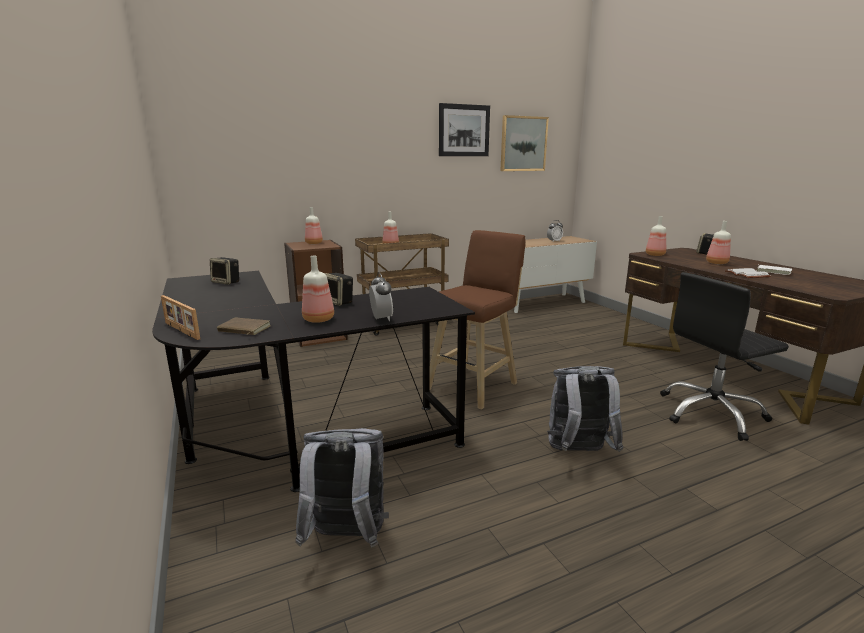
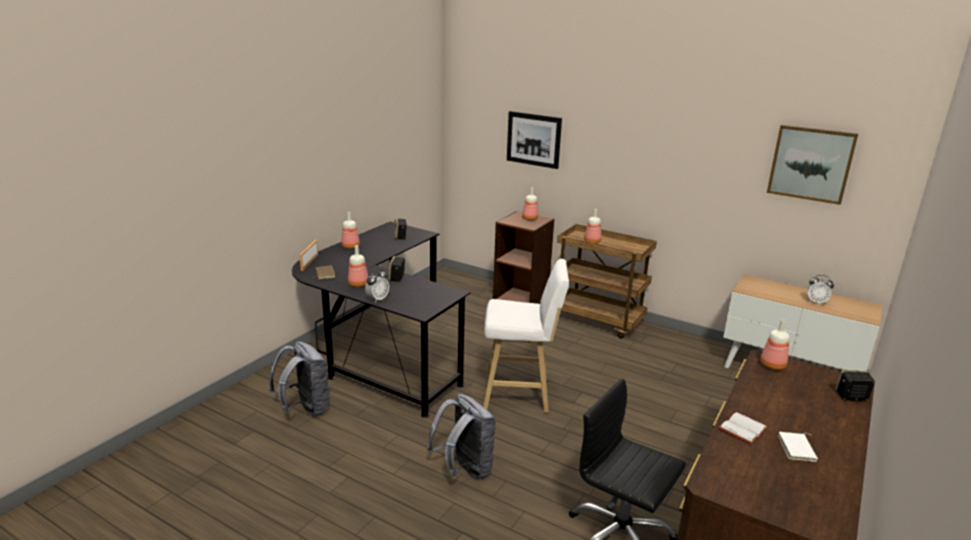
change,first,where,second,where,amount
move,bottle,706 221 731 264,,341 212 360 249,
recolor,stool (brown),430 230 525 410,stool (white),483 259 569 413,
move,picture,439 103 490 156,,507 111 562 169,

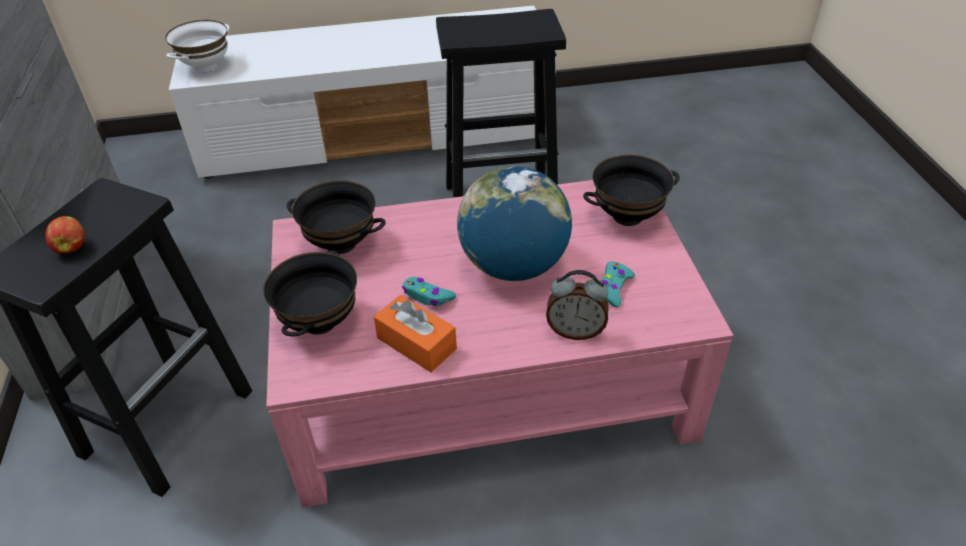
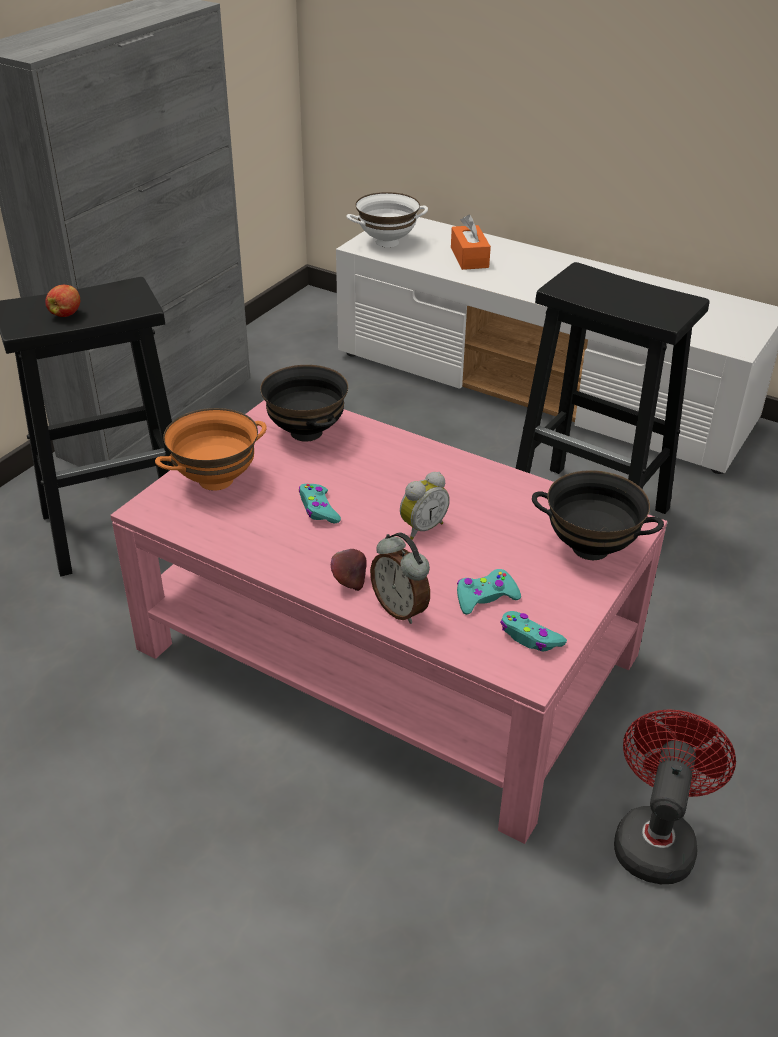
change,first,where,second,where,amount
recolor,bowl (black),263 251 357 337,bowl (orange),155 408 267 491,
insert,,,apple,331 549 367 591,
replace,globe,457 166 572 281,alarm clock,400 472 450 540,
move,tissue box (orange),374 295 457 372,,451 215 491 270,
insert,,,game controller (turquoise),500 611 567 651,
insert,,,fan (red),614 709 736 884,

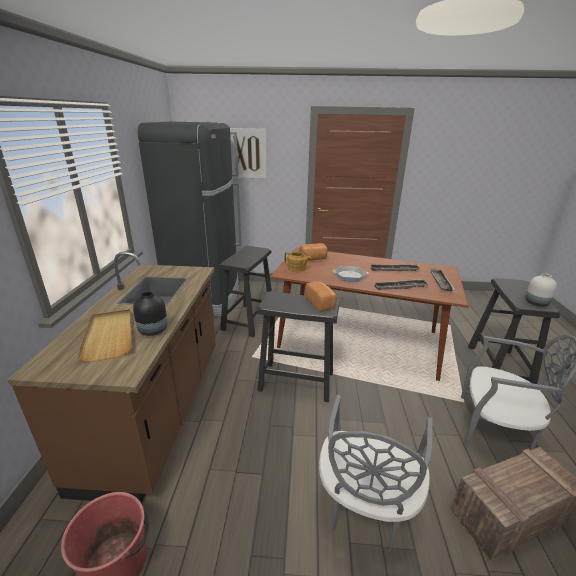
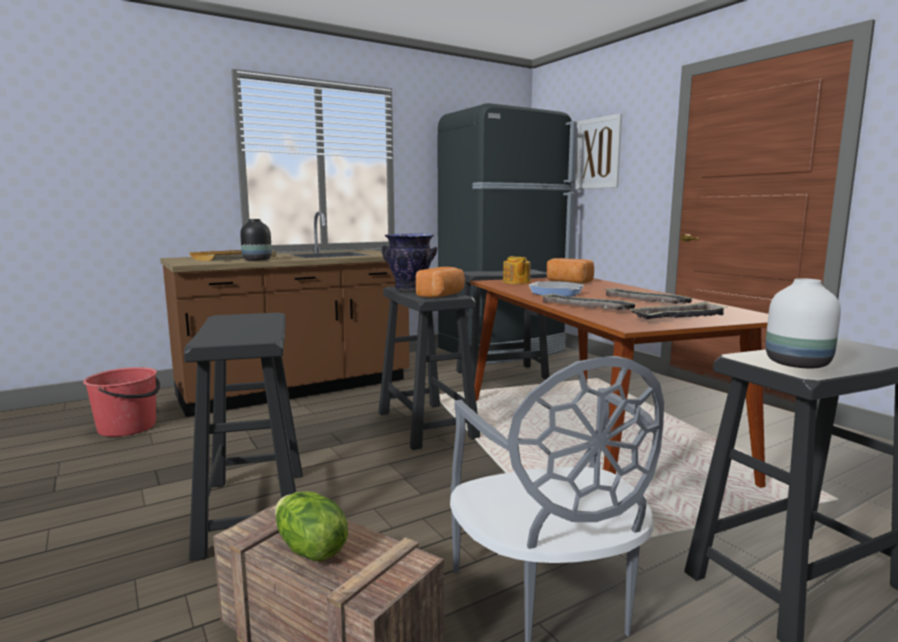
change,first,where,second,where,amount
replace,chair (grey),319 395 433 552,stool (black),184 313 303 561,
insert,,,lettuce,275 491 348 561,
insert,,,vase,382 233 437 291,

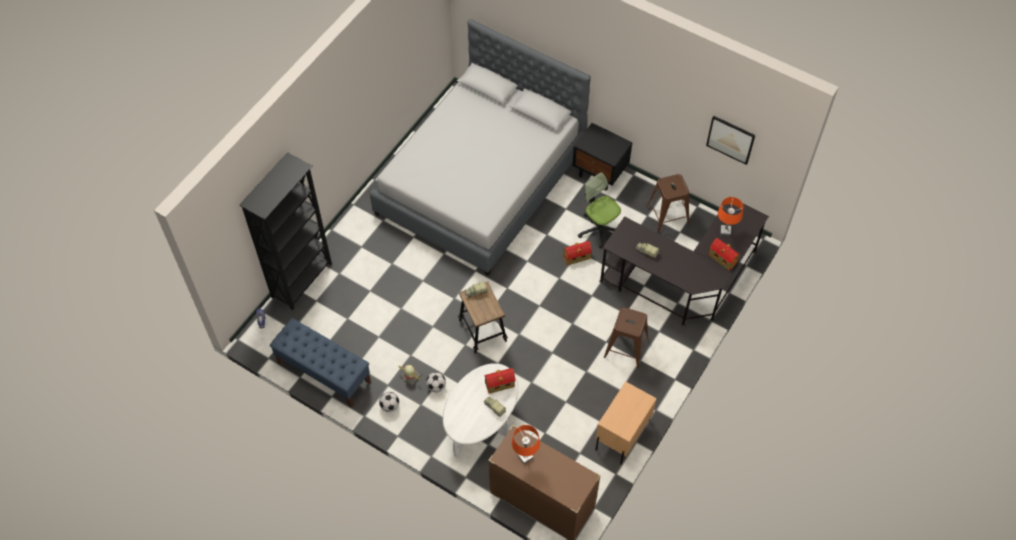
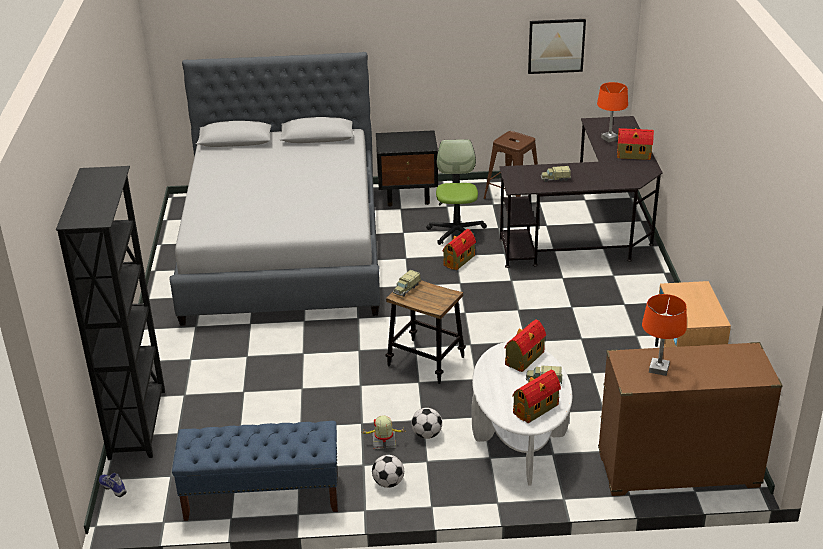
change,first,where,second,where,amount
rotate,office chair,578 172 621 248,,426 139 487 245,75 degrees clockwise
insert,,,toy house,512 369 561 423,
delete,stool (brown),604 307 649 368,,,

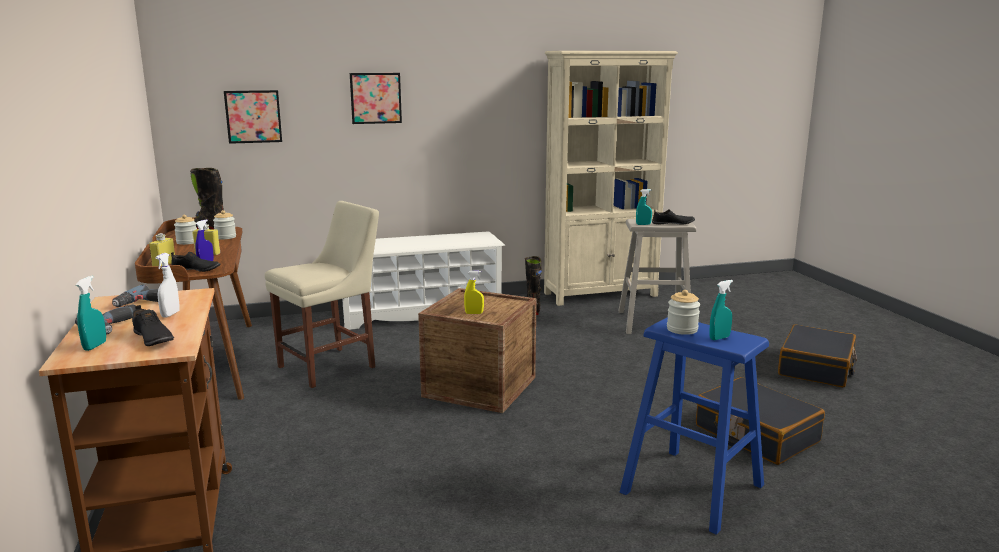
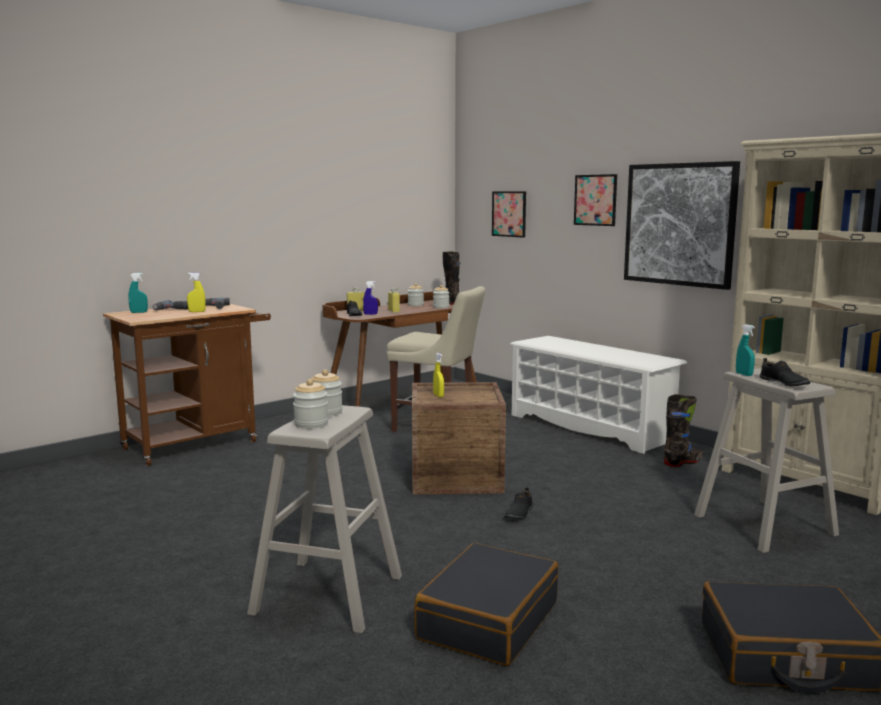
change,first,where,second,where,amount
recolor,spray bottle (white),155 253 180 318,spray bottle (yellow),187 272 206 312,
recolor,stool (blue),620 317 769 535,stool (beige),247 405 402 634,
replace,spray bottle (turquoise),709 280 733 340,jar,293 379 328 429,
move,shoe (black),132 305 174 346,,504 487 533 519,
insert,,,picture,624 161 740 290,

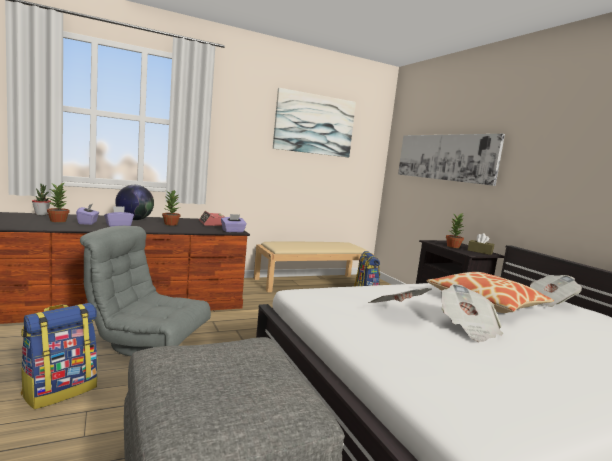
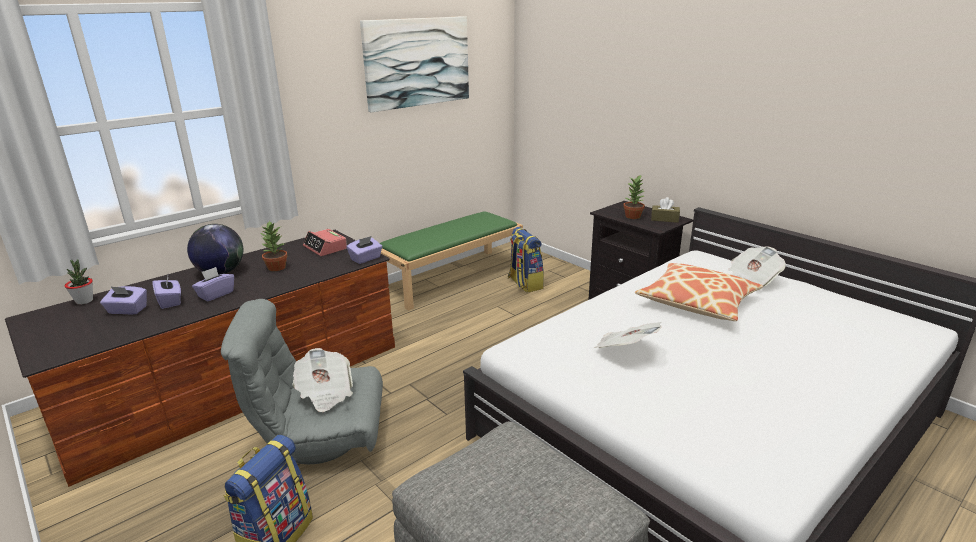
change,first,where,second,where,amount
replace,potted plant,47 183 69 222,tissue box (purple),100 286 147 314,
move,newspaper,441 284 503 342,,292 348 353 412,
recolor,bench (beige),253 241 374 292,bench (green),380 211 523 311,
delete,picture,398 134 505 186,,,

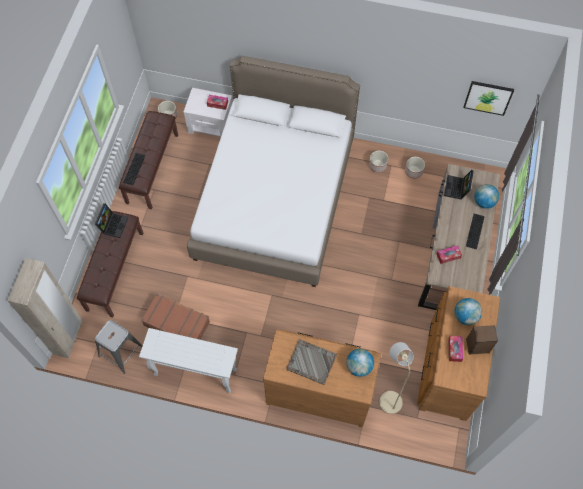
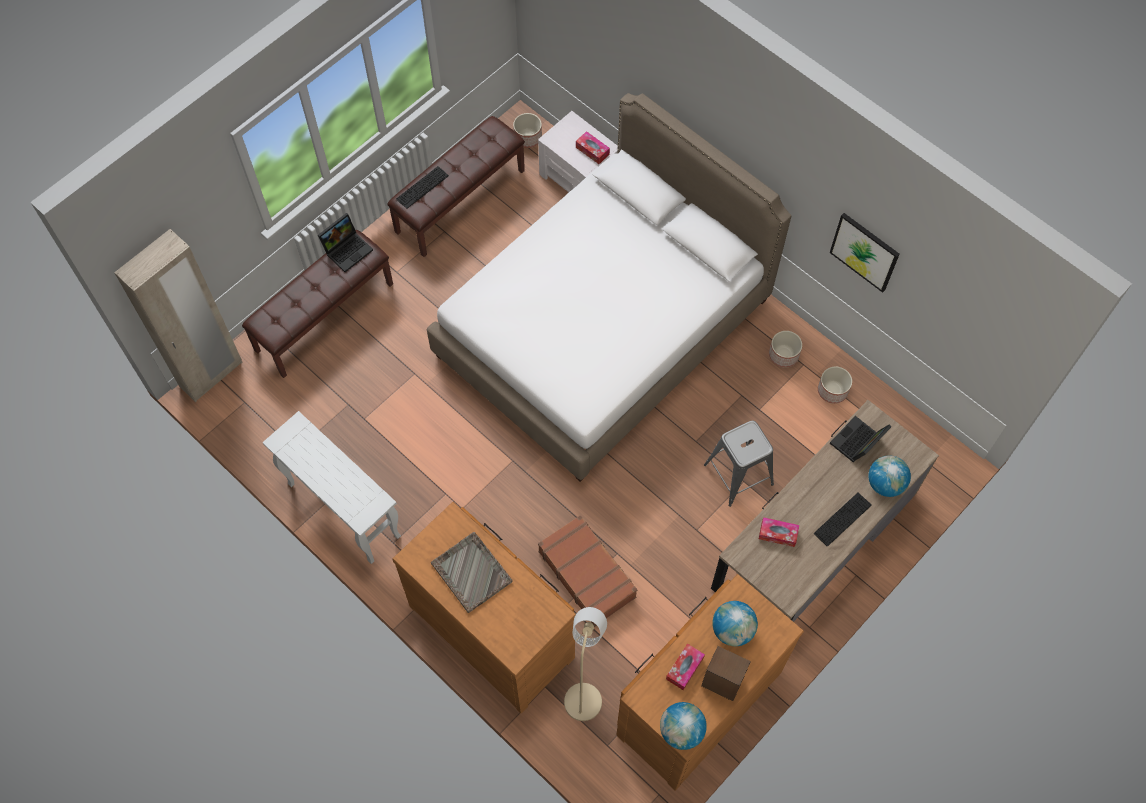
change,first,where,second,where,amount
move,suitcase (brown),141 294 210 340,,538 515 637 627,
move,globe,346 349 374 377,,660 702 707 750,
move,stool (grey),95 320 143 374,,704 420 774 507,
move,picture,463 81 514 116,,830 213 899 293,

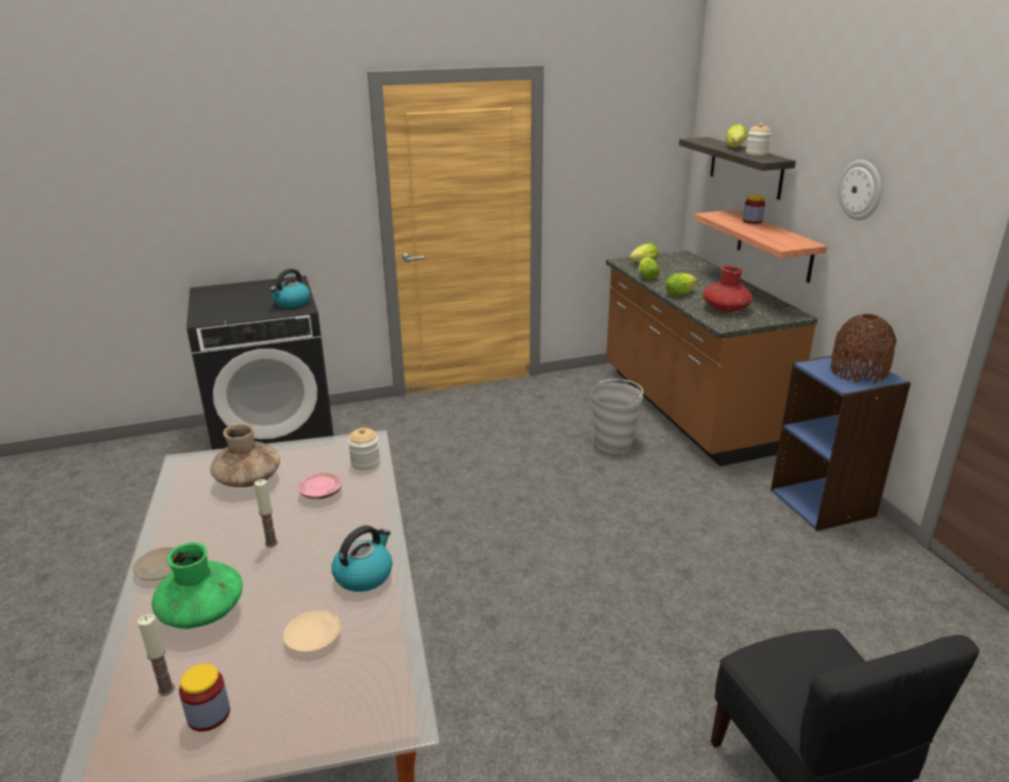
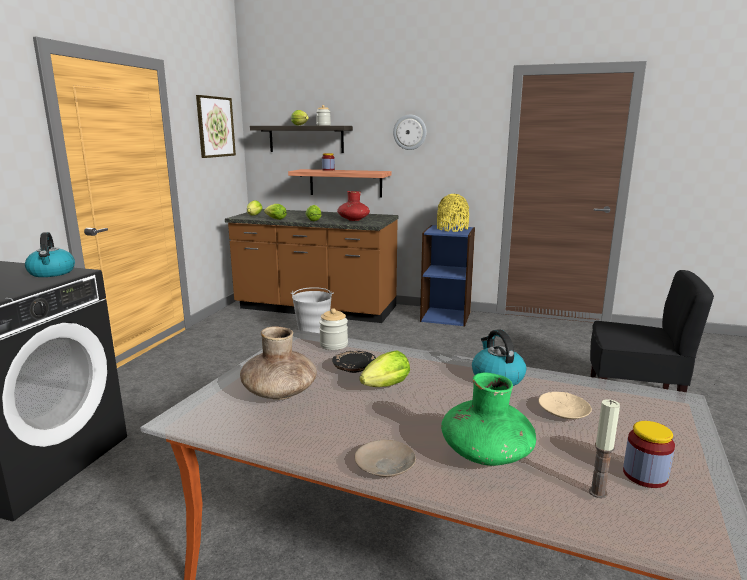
change,first,where,second,where,amount
insert,,,picture,196 95 236 158,
recolor,plate (pink),298 472 343 499,plate (black),332 351 376 373,
insert,,,lettuce,359 350 410 387,
recolor,vase (brown),831 314 896 383,vase (yellow),437 194 469 232,
delete,candle,254 479 278 547,,,

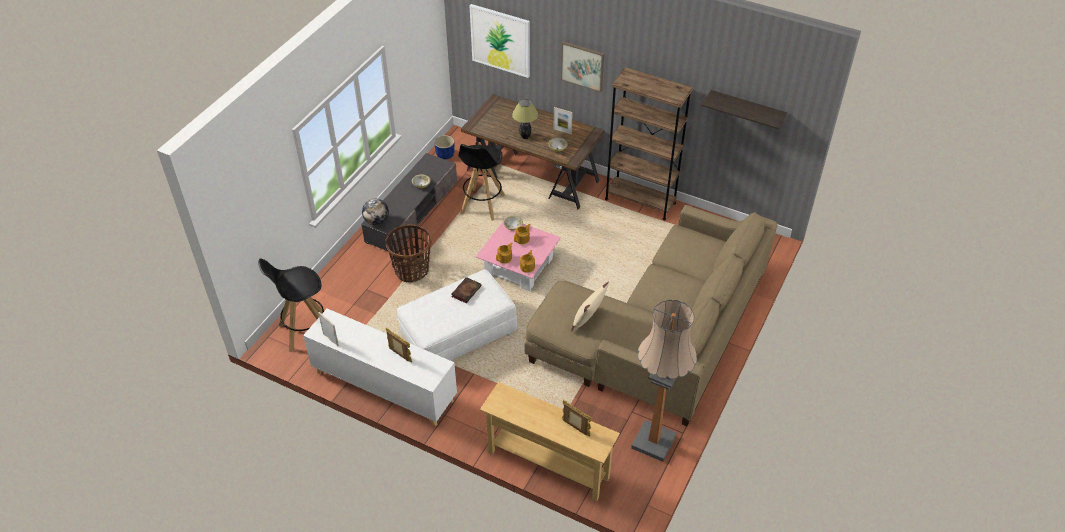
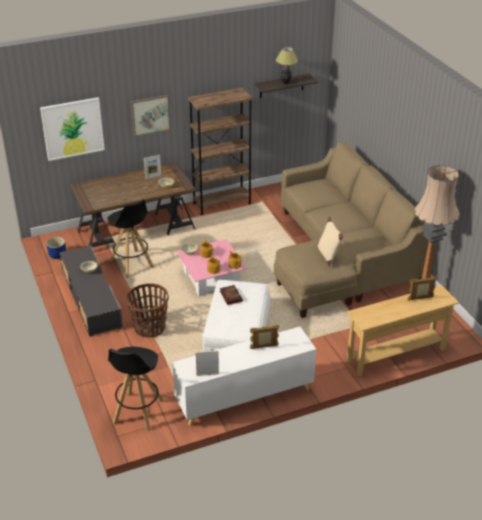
change,first,where,second,where,amount
move,table lamp,512 99 538 139,,276 47 298 84,
delete,globe,362 199 389 225,,,

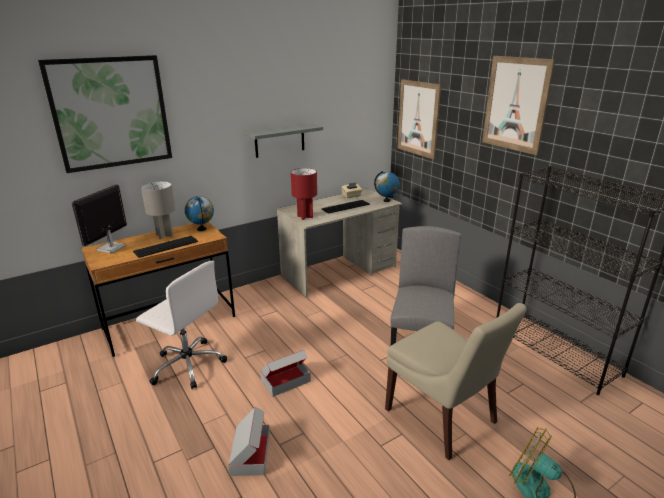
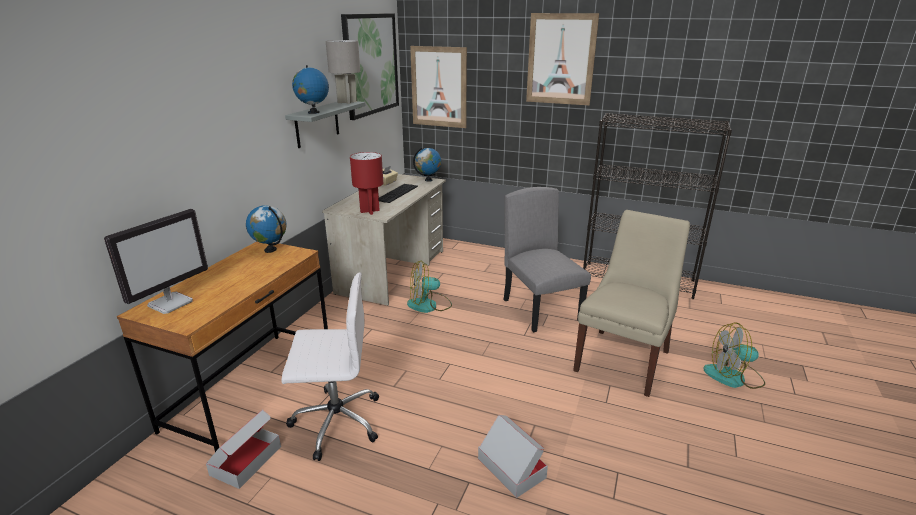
change,first,where,second,where,amount
rotate,monitor,72 185 127 253,,104 209 208 314,135 degrees counterclockwise
move,cardboard box,260 350 311 397,,206 409 281 489,
insert,,,globe,292 65 329 114,
move,table lamp (grey),141 181 175 239,,326 40 360 104,
move,picture,38 55 172 173,,341 13 399 120,
insert,,,fan,407 261 452 313,
rotate,chair (beige),385 303 526 460,,573 210 690 397,75 degrees counterclockwise
delete,keyboard,133 236 198 258,,,

